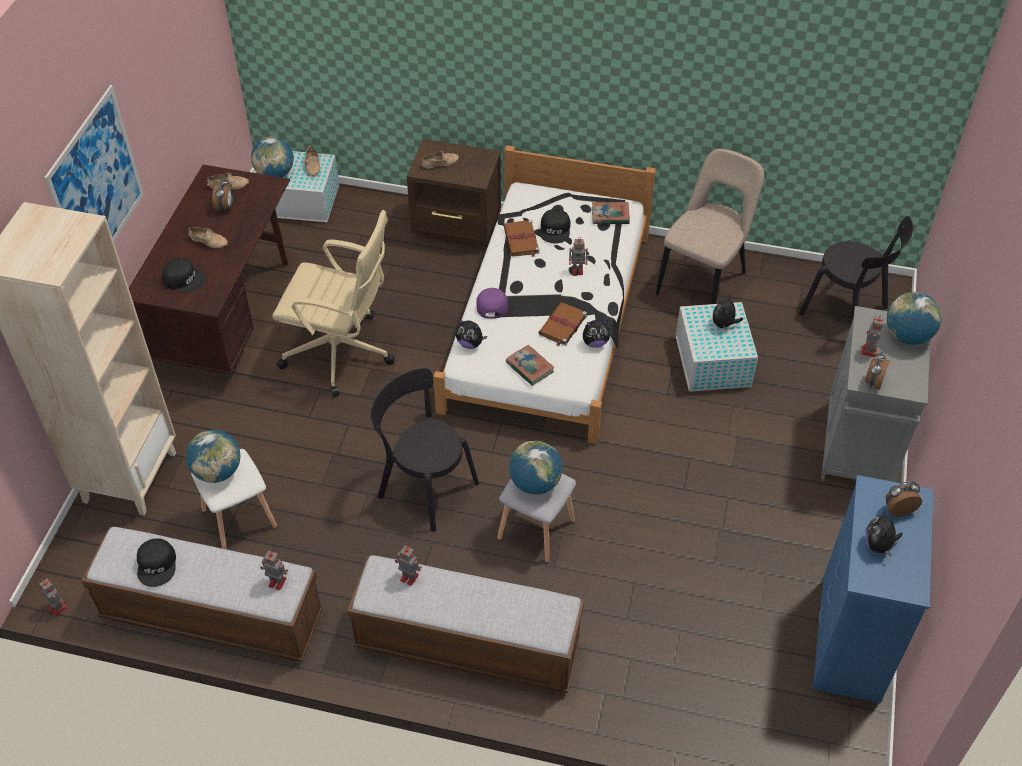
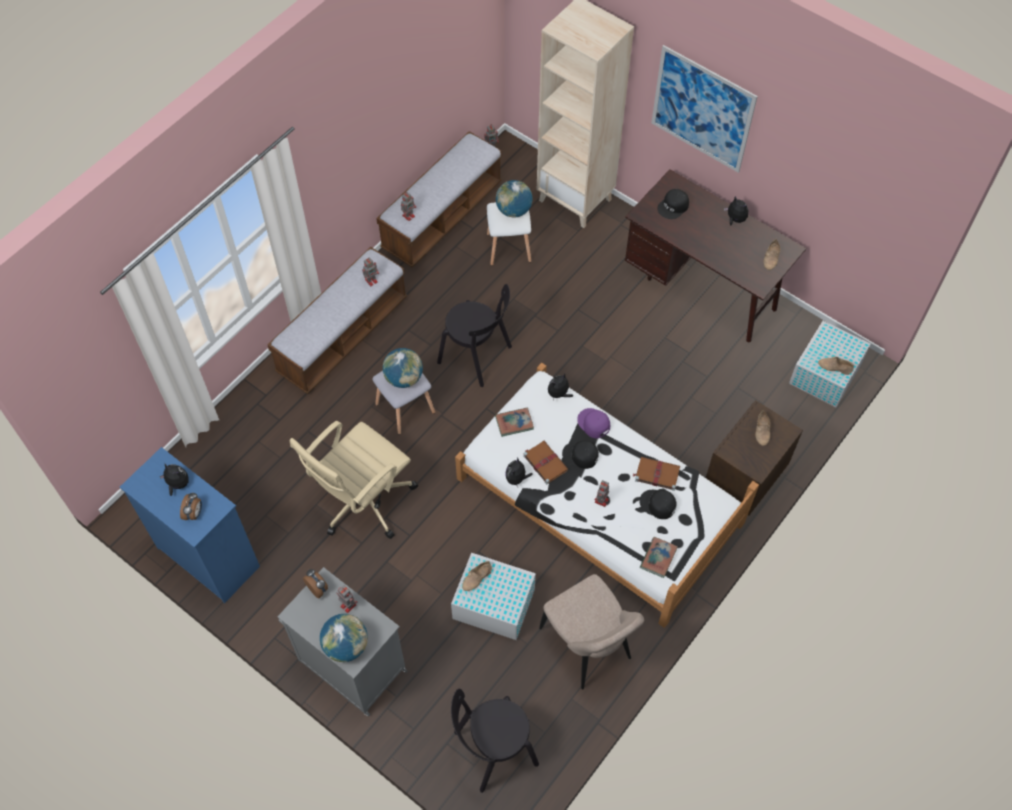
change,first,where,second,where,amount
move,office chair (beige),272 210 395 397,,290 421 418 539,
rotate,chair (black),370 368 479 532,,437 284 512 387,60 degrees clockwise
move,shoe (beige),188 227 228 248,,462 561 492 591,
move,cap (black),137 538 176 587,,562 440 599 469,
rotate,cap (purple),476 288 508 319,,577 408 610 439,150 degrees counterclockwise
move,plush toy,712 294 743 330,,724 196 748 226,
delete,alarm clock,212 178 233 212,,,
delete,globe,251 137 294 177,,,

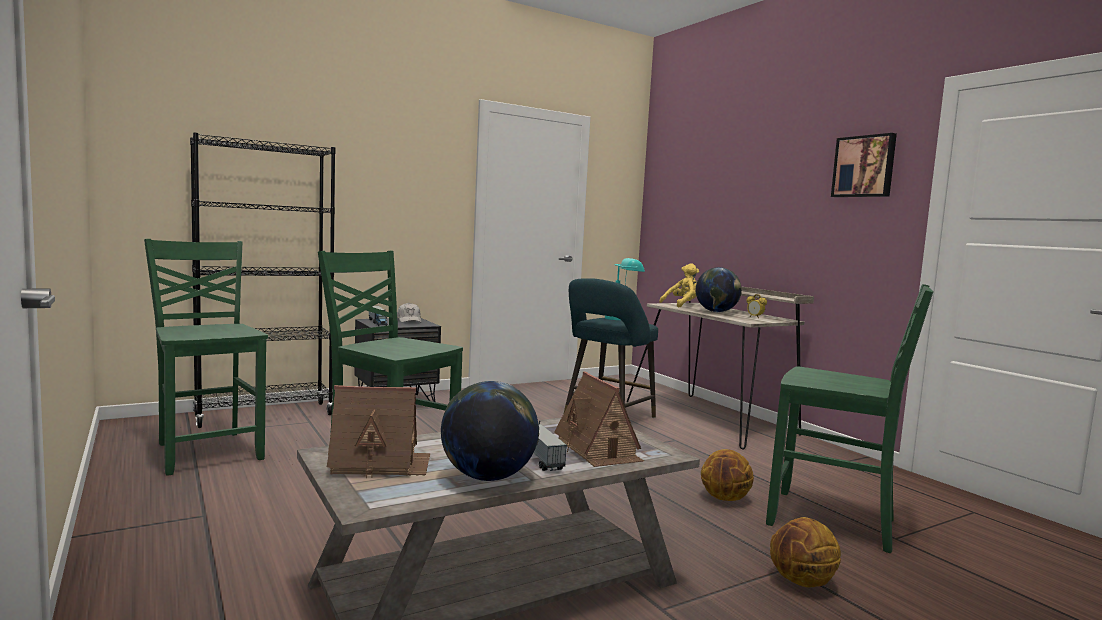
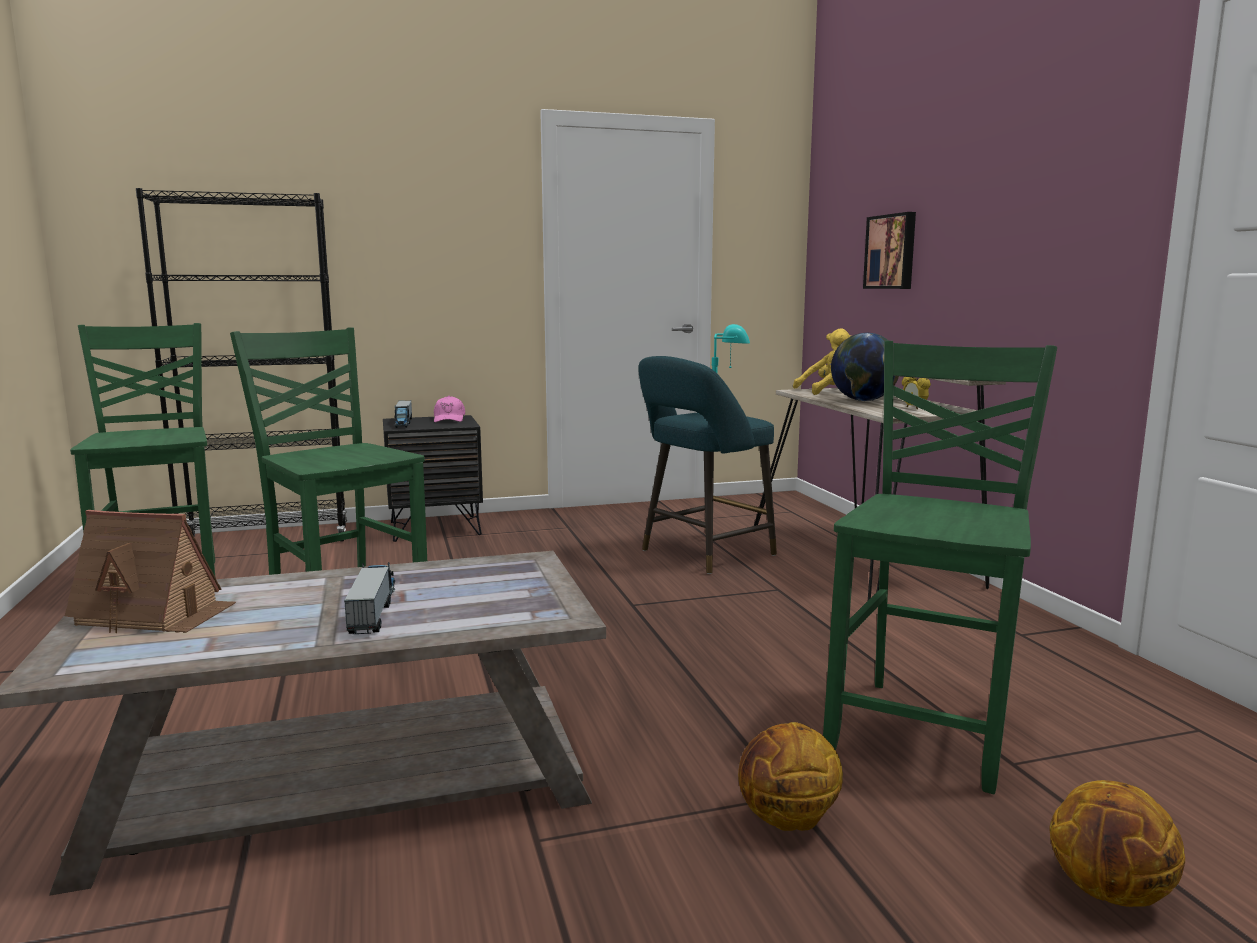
change,first,where,second,where,amount
recolor,cap (white),397 303 422 323,cap (pink),434 396 465 422,
rotate,chair (green),766 284 934 553,,823 341 1057 794,105 degrees counterclockwise
move,picture,831 133 897 197,,863 212 916 289,
move,basketball,701 449 754 501,,1049 780 1185 907,
delete,globe,441 381 539 481,,,
delete,toy house,554 371 644 467,,,

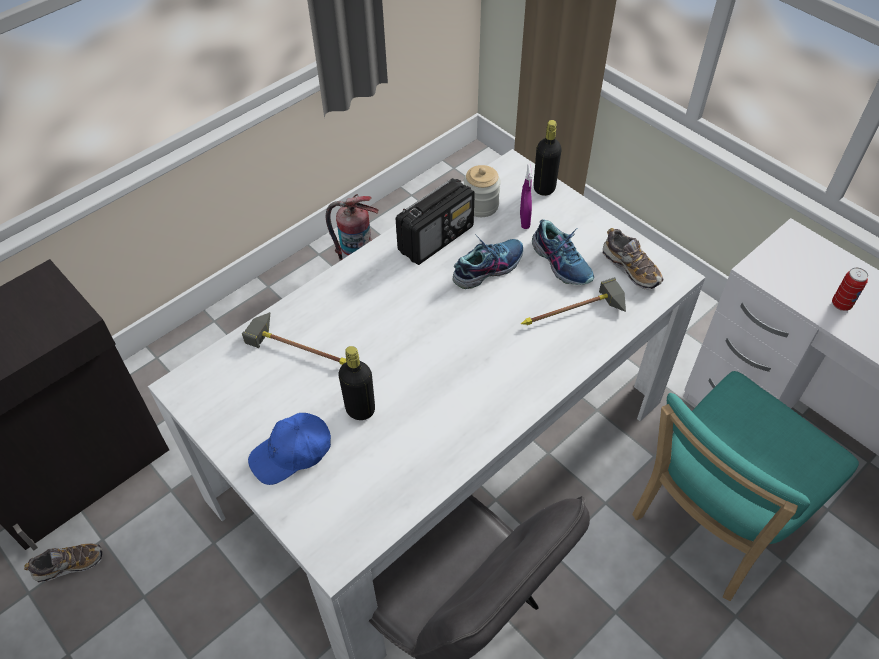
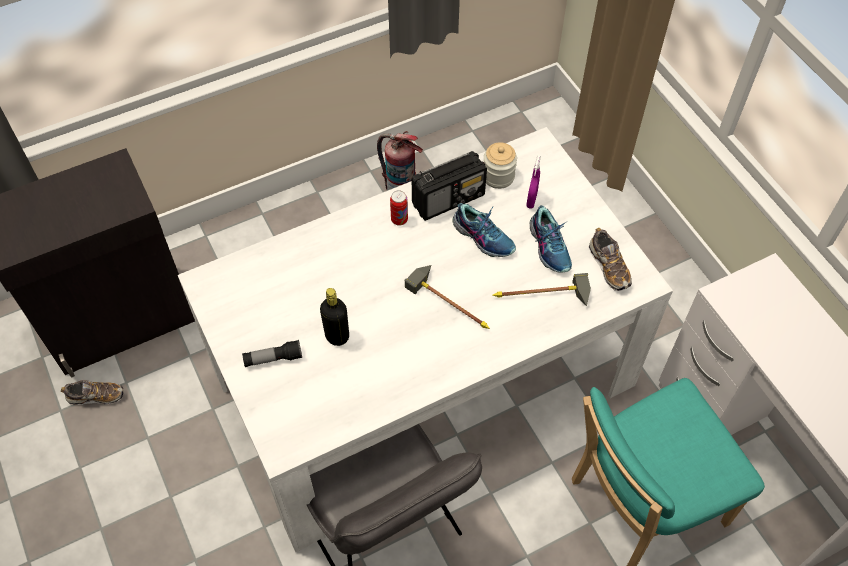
change,first,where,second,where,amount
replace,cap (blue),248 413 331 485,flashlight,242 340 302 367,
move,can,832 267 868 311,,390 190 408 225,
move,hammer,242 312 347 365,,405 265 490 329,
rotate,shoe,453 235 523 289,,453 203 516 257,60 degrees clockwise
delete,bottle (black),533 120 562 196,,,

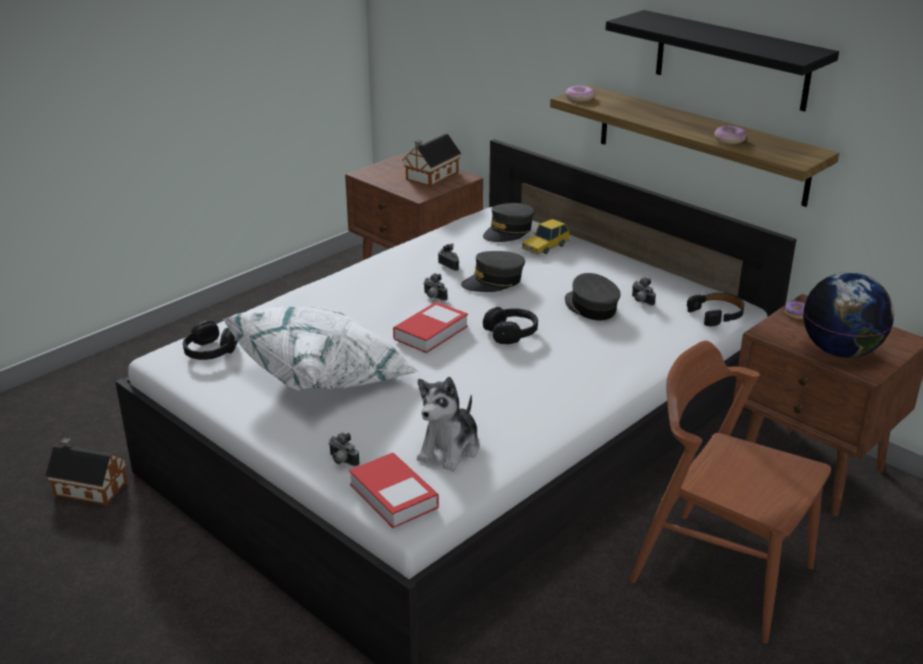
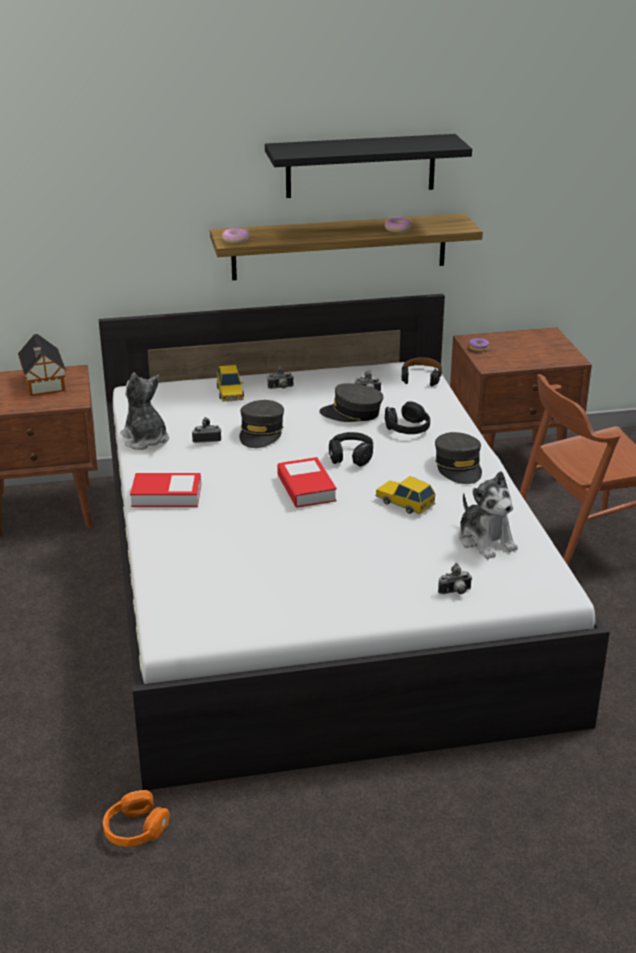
change,first,where,second,where,amount
replace,toy house,45 438 128 506,headphones (orange),103 790 170 847,
insert,,,plush toy,120 372 169 450,
move,book,349 452 439 528,,130 473 201 507,
move,photo camera,423 273 448 301,,267 365 294 389,
insert,,,toy car,375 476 435 514,
move,headphones (black),183 320 238 360,,385 401 430 434,
move,cap (grey),483 203 535 242,,435 432 482 484,
delete,pillow (white),223 307 419 390,,,
delete,globe,803 272 894 358,,,

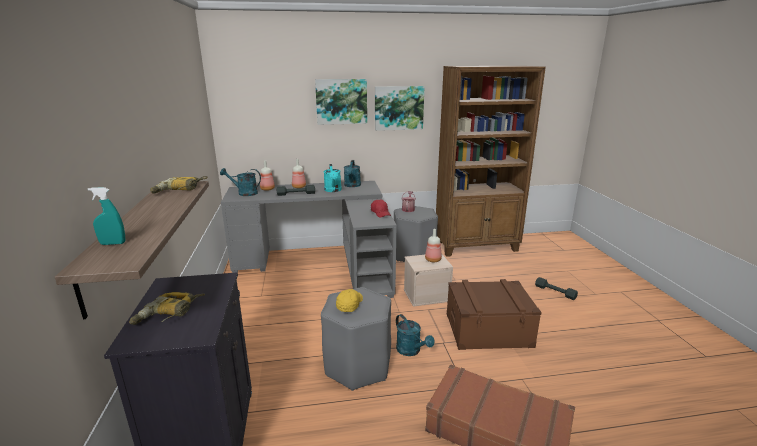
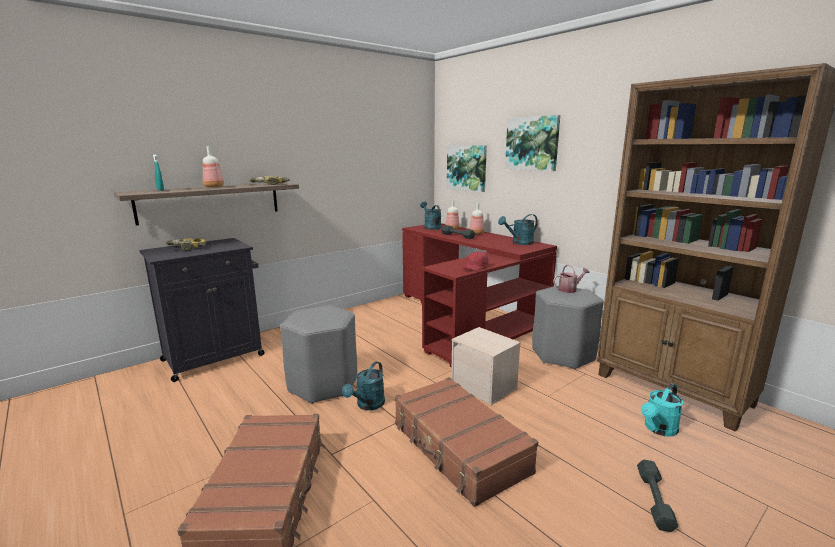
change,first,where,second,where,amount
move,bottle,425 229 442 262,,203 146 224 188,
replace,storage box (brown),447 279 542 350,suitcase (brown),395 377 538 507,
recolor,desk (grey),221 181 397 298,desk (red),402 223 557 367,
move,picture,375 86 425 131,,447 145 487 192,
move,watering can (turquoise),324 164 342 192,,641 383 683 437,
delete,cap (yellow),336 289 363 312,,,

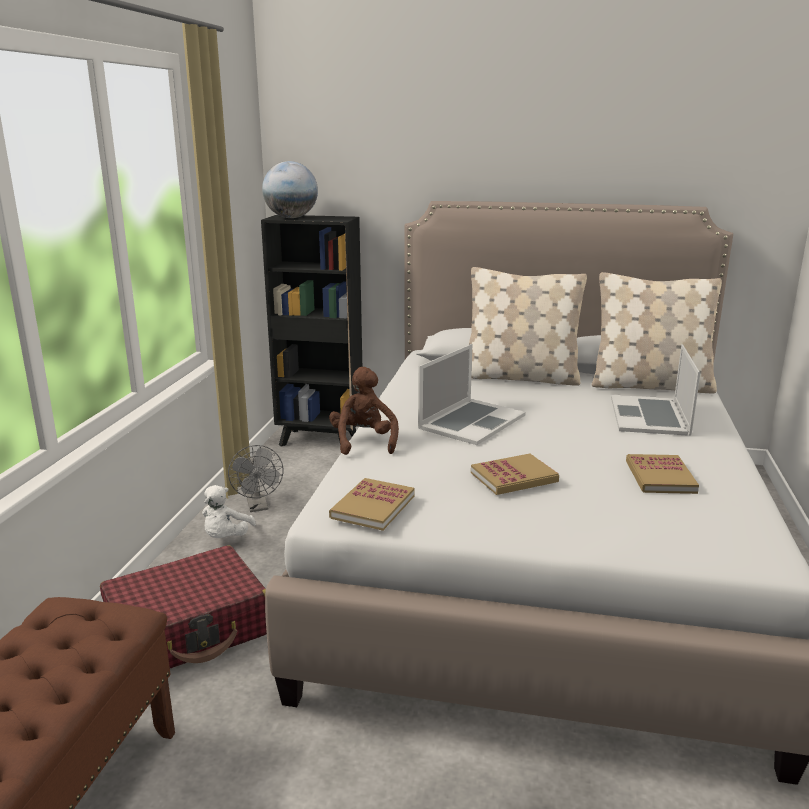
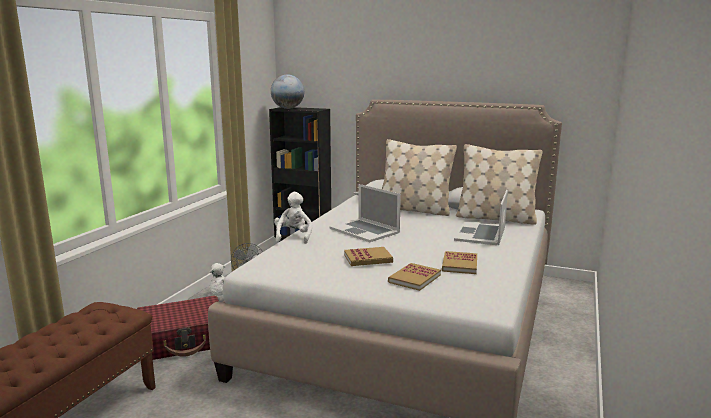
change,first,where,second,where,amount
recolor,plush toy (brown),329 367 399 455,plush toy (white),274 192 312 244,
rotate,laptop,418 344 525 445,,329 184 401 242,90 degrees clockwise
move,book,329 478 414 531,,388 263 441 291,

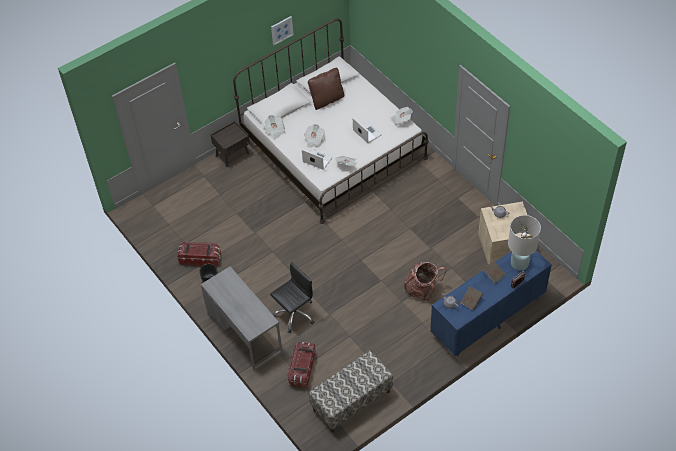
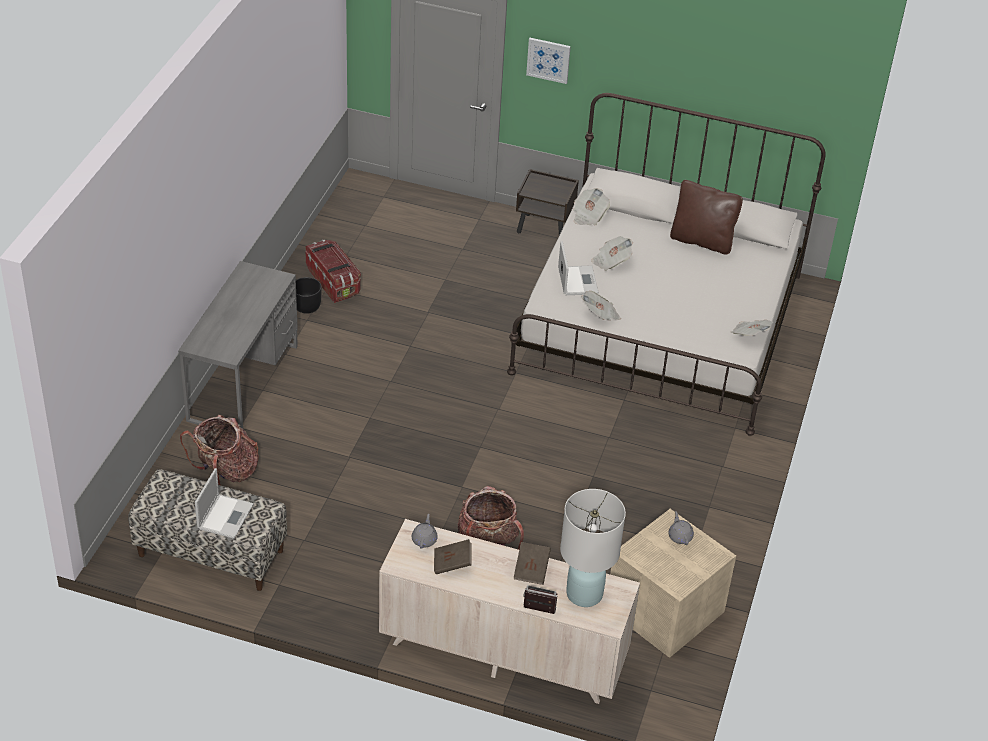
change,first,where,second,where,amount
replace,storage box,287 342 315 388,backpack,180 415 259 485,
move,laptop,353 117 382 143,,195 468 254 539,
recolor,dresser (blue),430 251 552 356,dresser (beige),379 519 640 704,
move,picture,271 16 294 45,,526 38 571 84,
delete,office chair (black),270 262 314 333,,,

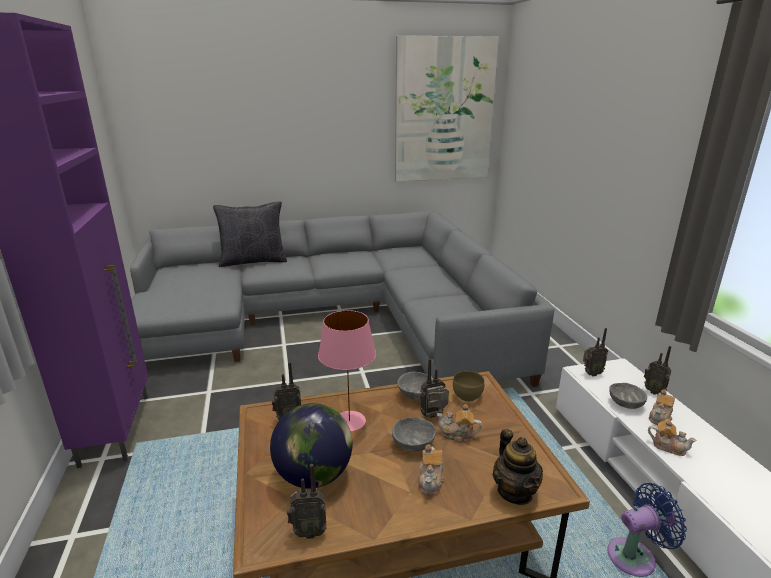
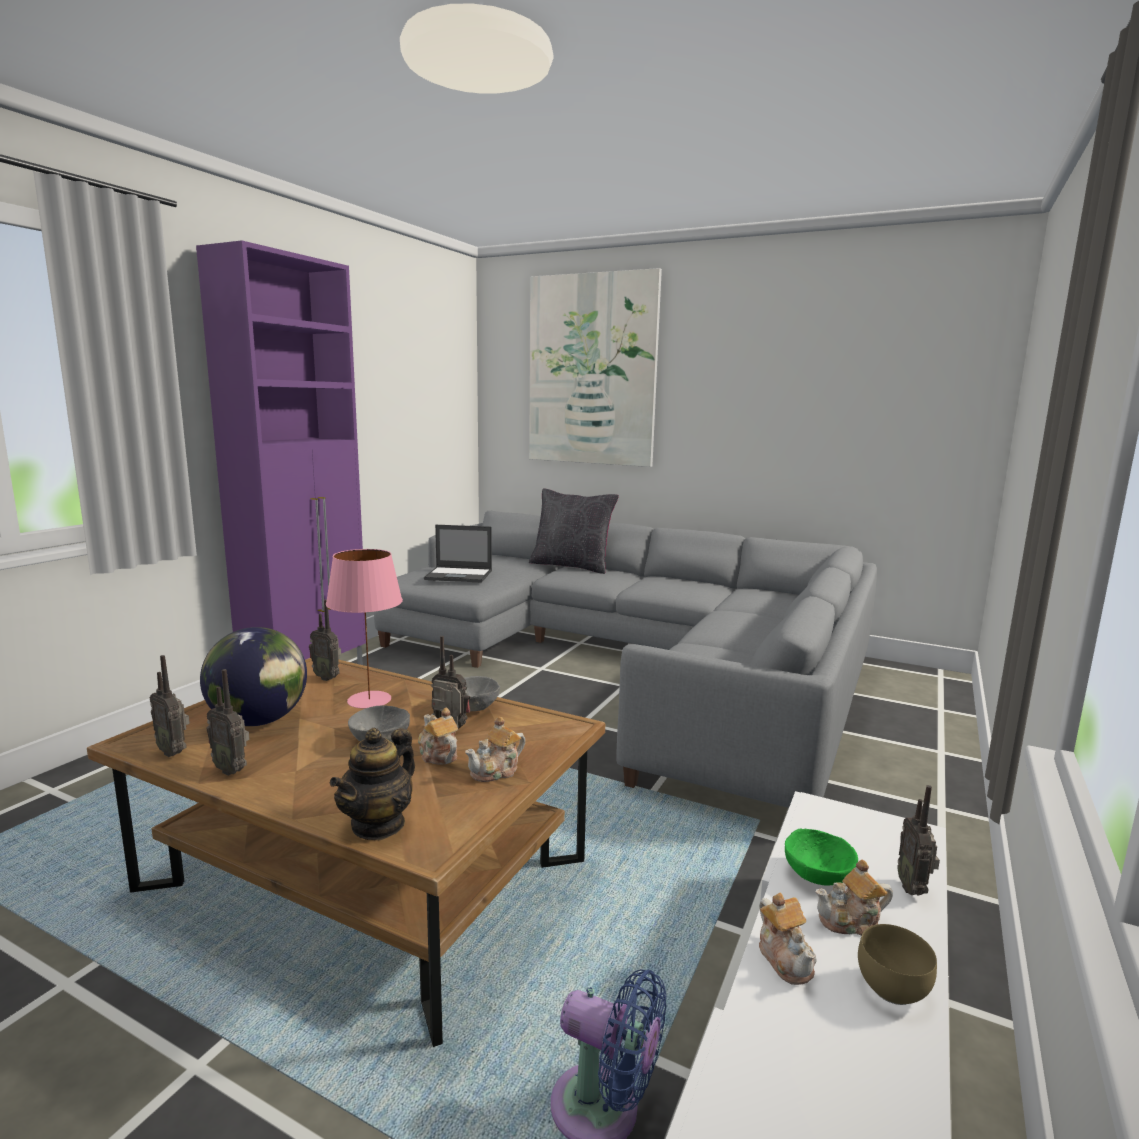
change,first,where,second,where,amount
move,radio,583 328 608 376,,206 669 250 776,
insert,,,laptop,424 525 492 583,
move,teapot,418 444 445 495,,465 716 525 782,
move,picture,395 35 499 182,,529 268 662 467,
recolor,bowl (grey),609 383 647 409,bowl (green),785 828 858 886,
move,bowl (brown),453 371 484 402,,858 924 937 1005,

